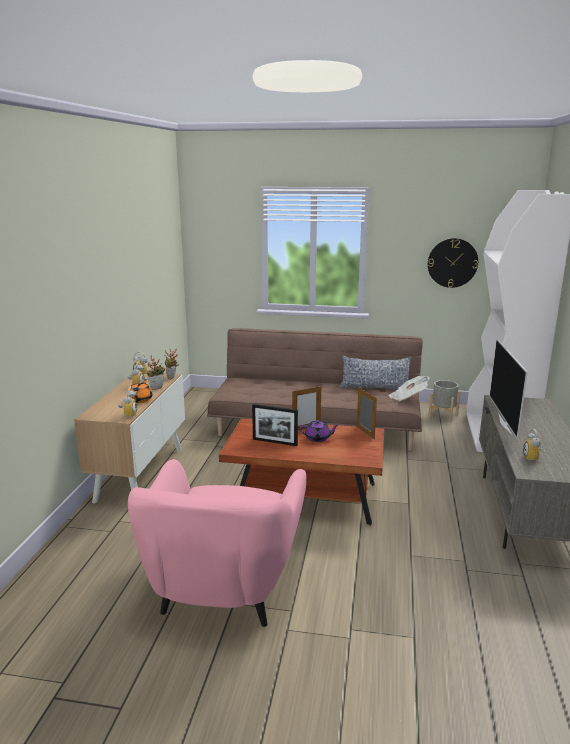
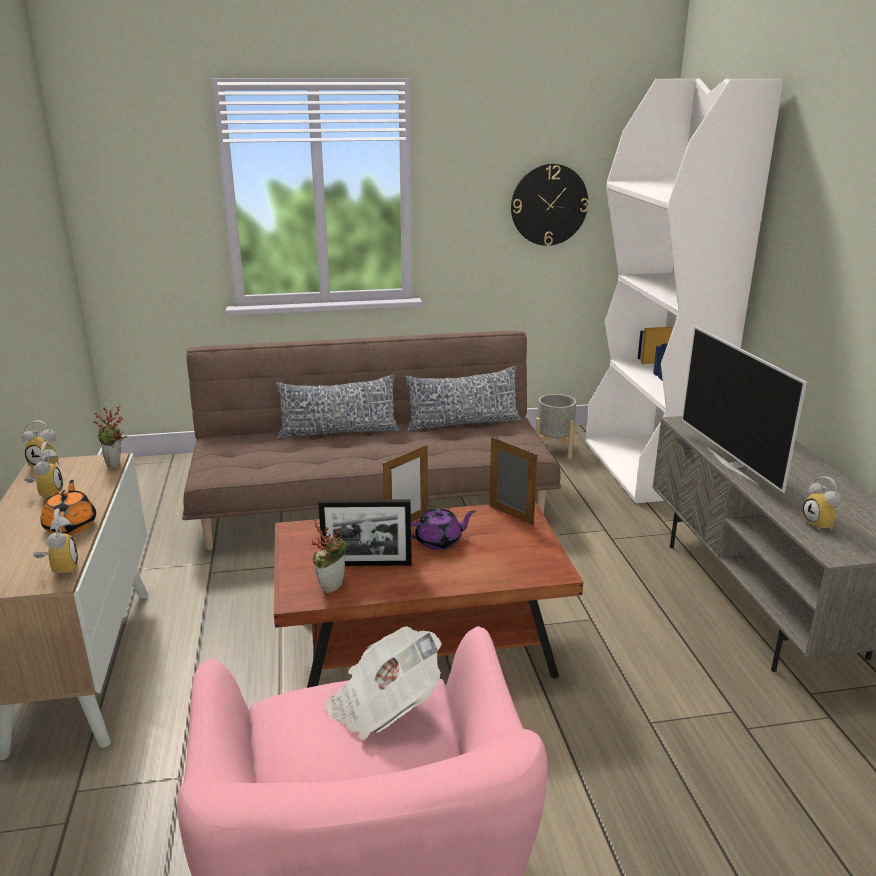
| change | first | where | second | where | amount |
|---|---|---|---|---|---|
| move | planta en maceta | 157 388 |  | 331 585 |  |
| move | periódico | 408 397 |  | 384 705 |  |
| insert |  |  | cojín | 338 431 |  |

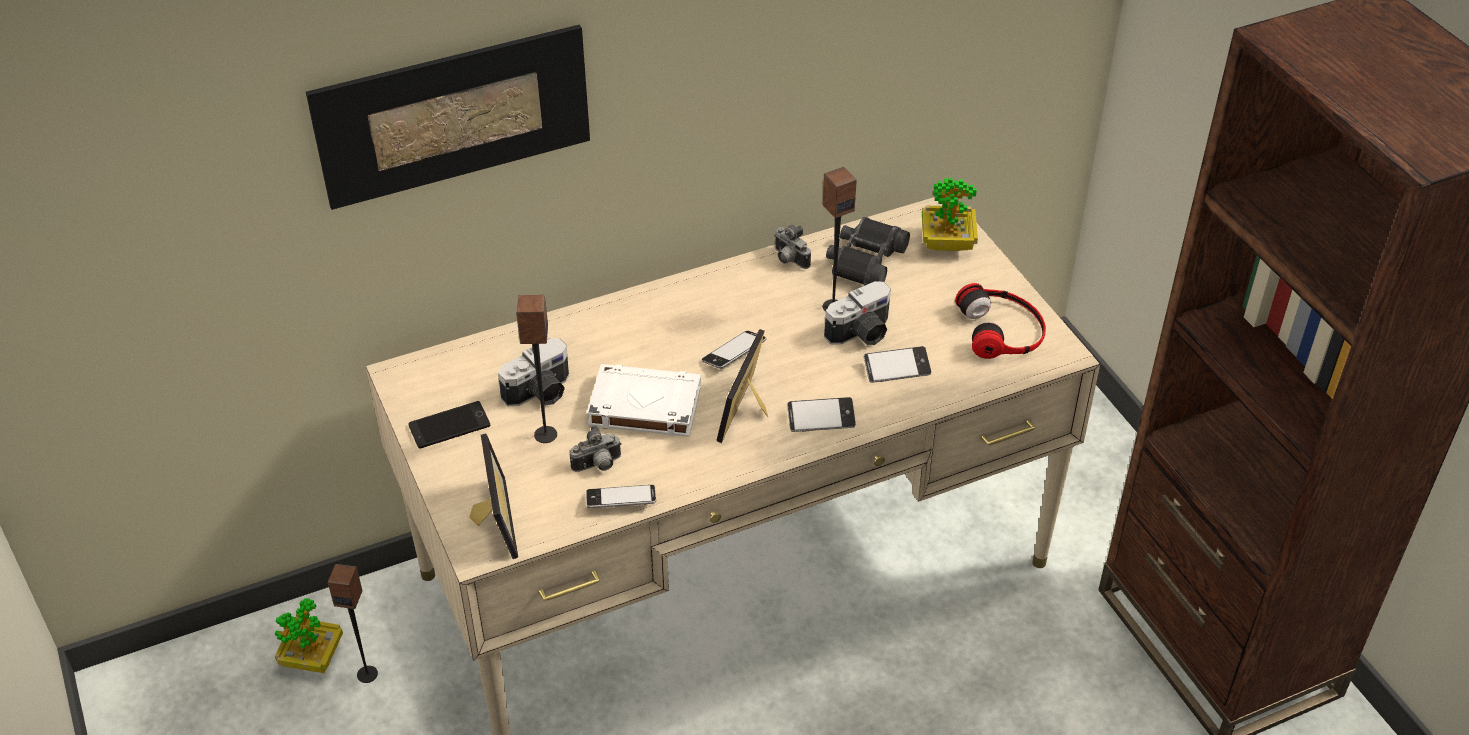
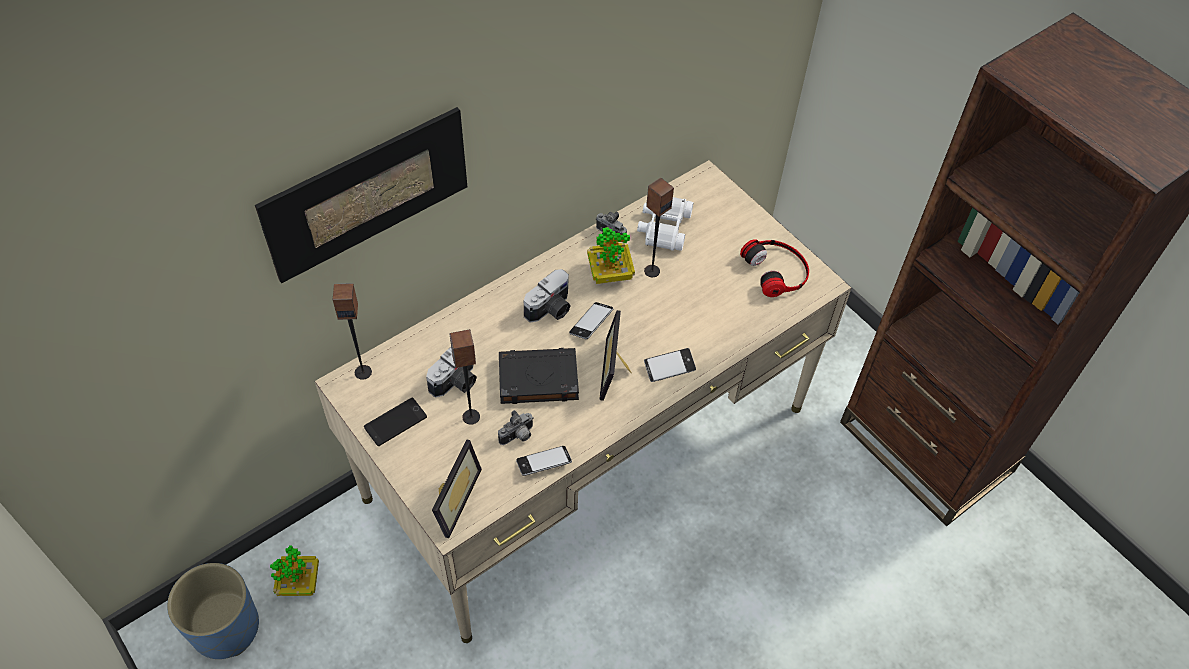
| change | first | where | second | where | amount |
|---|---|---|---|---|---|
| move | planta en maceta | 947 243 |  | 610 273 |  |
| recolor | prismáticos/negro | 864 260 | prismáticos/blanco | 664 227 |  |
| move | cámara | 862 334 |  | 551 309 |  |
| delete | móvil | 897 369 |  |  |  |
| recolor | libro/blanco | 643 406 | libro/negro | 537 379 |  |
| rotate | portarretratos | 490 520 |  | 451 498 | 45 degrees clockwise |
| move | altavoz | 367 674 |  | 363 372 |  |
| insert |  |  | maceta/azul | 225 628 |  |

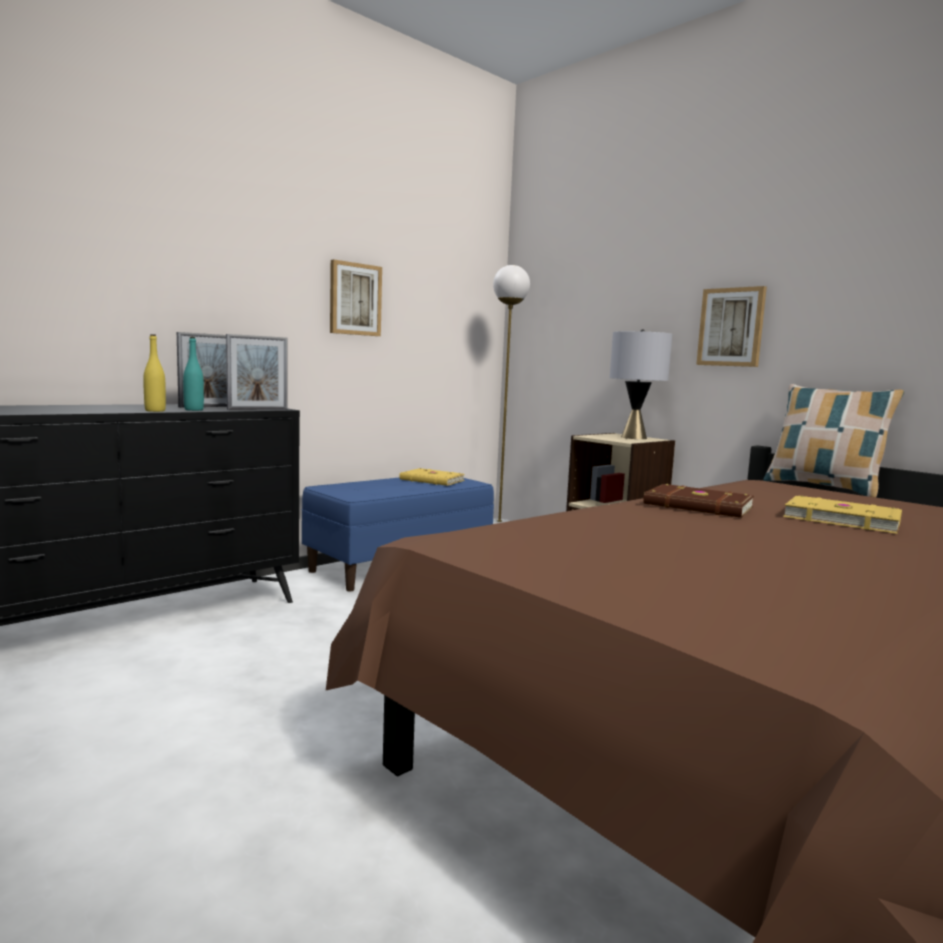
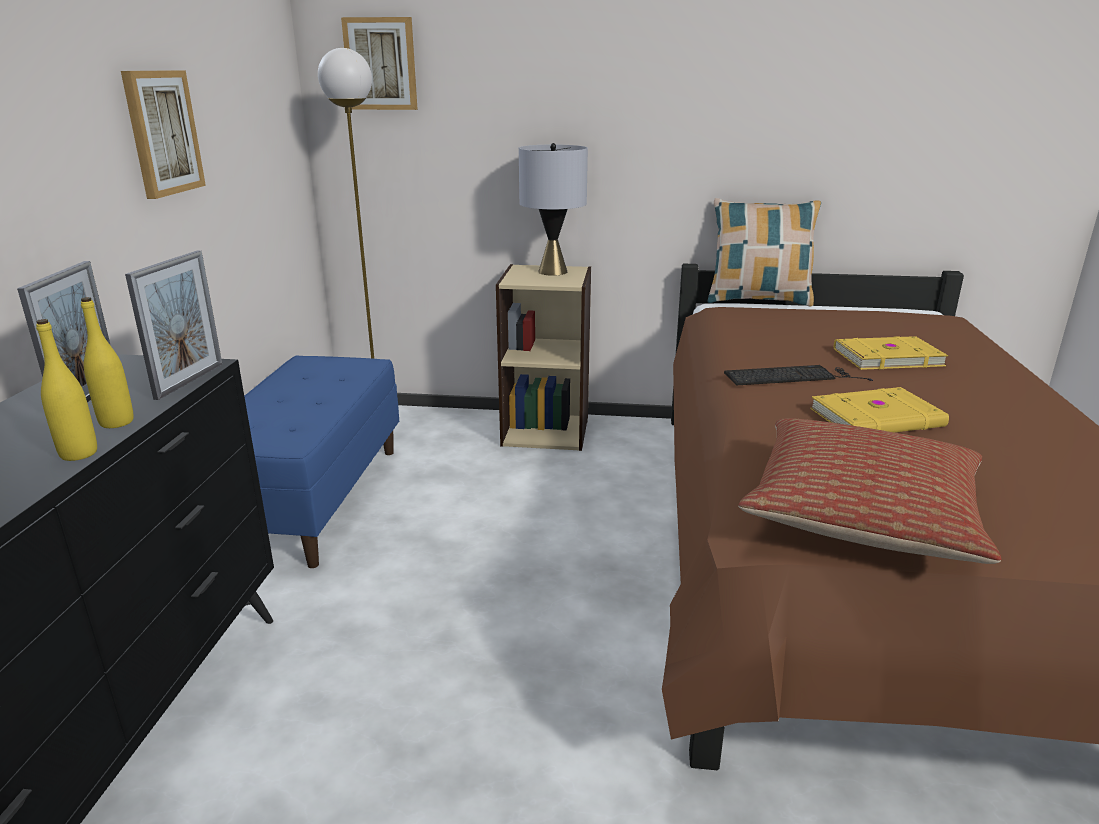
| change | first | where | second | where | amount |
|---|---|---|---|---|---|
| move | cuadro | 731 327 |  | 381 64 |  |
| recolor | botella/turquesa | 194 410 | botella/amarillo | 117 422 |  |
| move | libro/amarillo | 431 480 |  | 878 419 |  |
| replace | libro/marrón | 698 506 | teclado | 792 376 |  |
| insert |  |  | cojín | 862 513 |  |

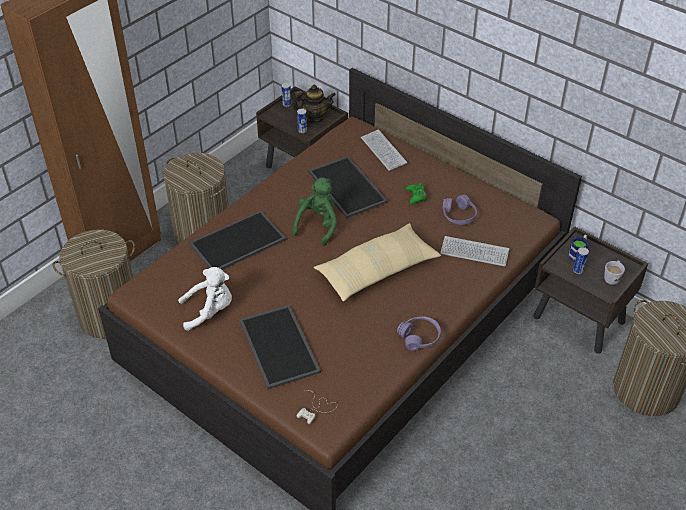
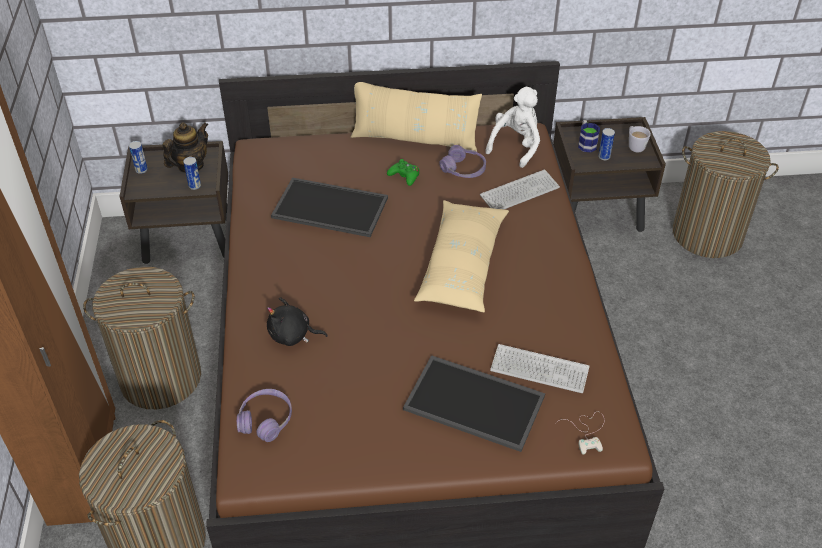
| change | first | where | second | where | amount |
|---|---|---|---|---|---|
| move | teclado | 383 151 |  | 539 370 |  |
| delete | peluche/verde | 318 225 |  |  |  |
| replace | bandeja | 238 243 | peluche/negro | 292 335 |  |
| move | peluche/blanco | 210 311 |  | 516 146 |  |
| move | auriculares/morado | 419 337 |  | 266 420 |  |
| insert |  |  | cojín/beis | 414 139 |  |

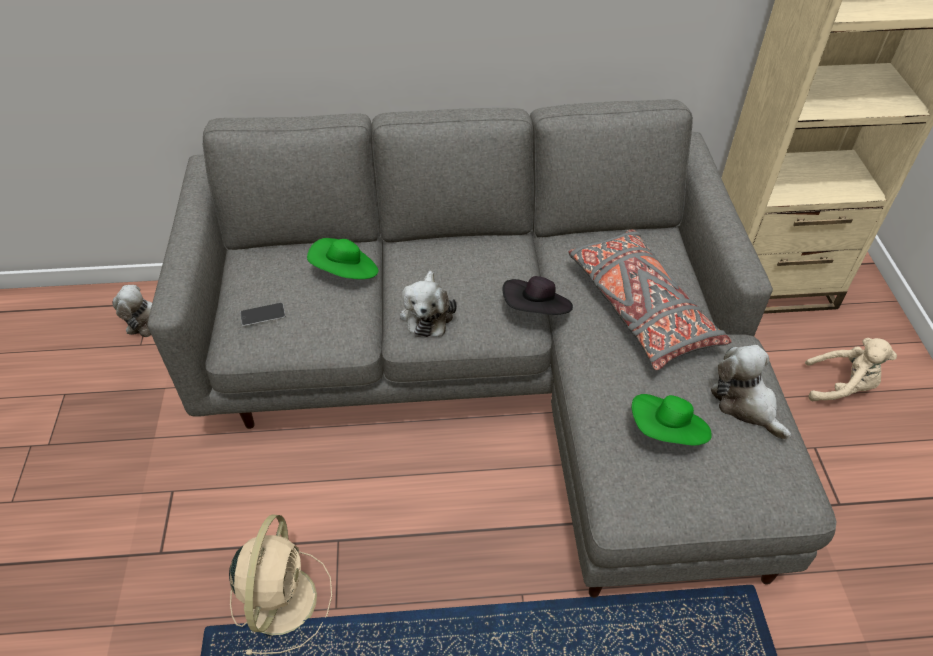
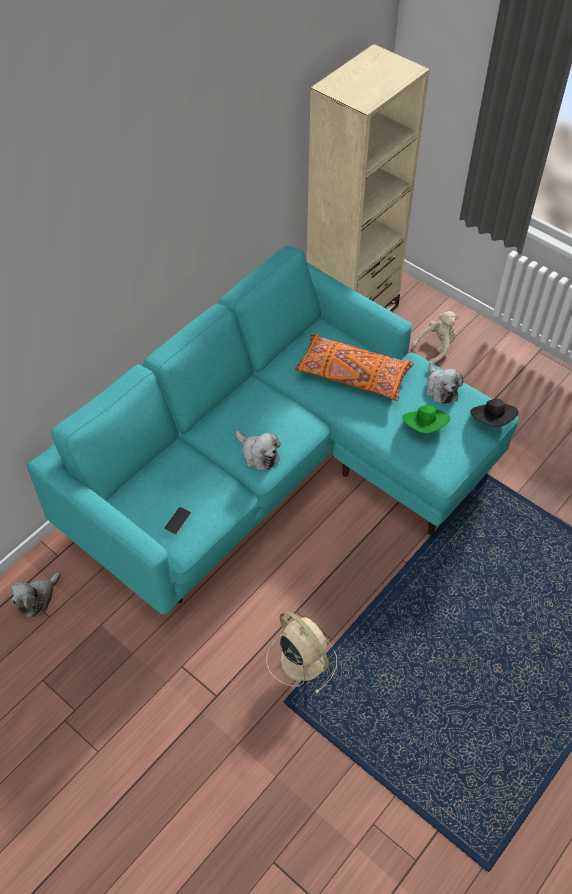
| change | first | where | second | where | amount |
|---|---|---|---|---|---|
| recolor | sofá/gris | 497 377 | sofá/turquesa | 277 468 |  |
| recolor | cojín/gris | 640 308 | cojín/naranja | 352 375 |  |
| delete | sombrero/verde | 346 273 |  |  |  |
| move | sombrero/negro | 536 311 |  | 492 420 |  |
| rotate | peluche | 746 404 |  | 440 388 | 120 degrees counterclockwise |

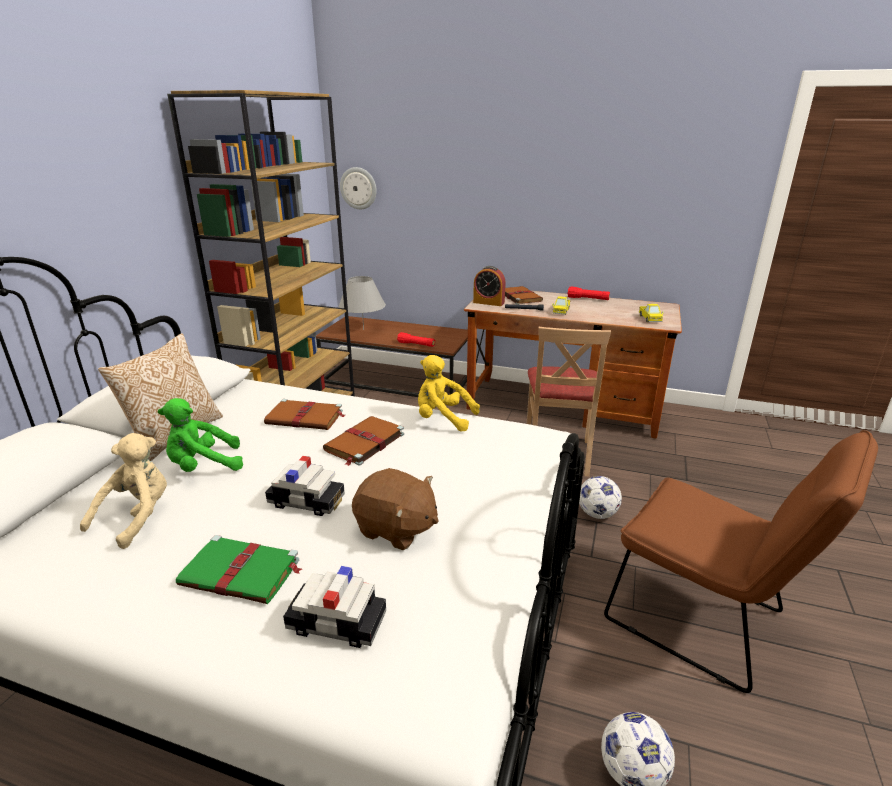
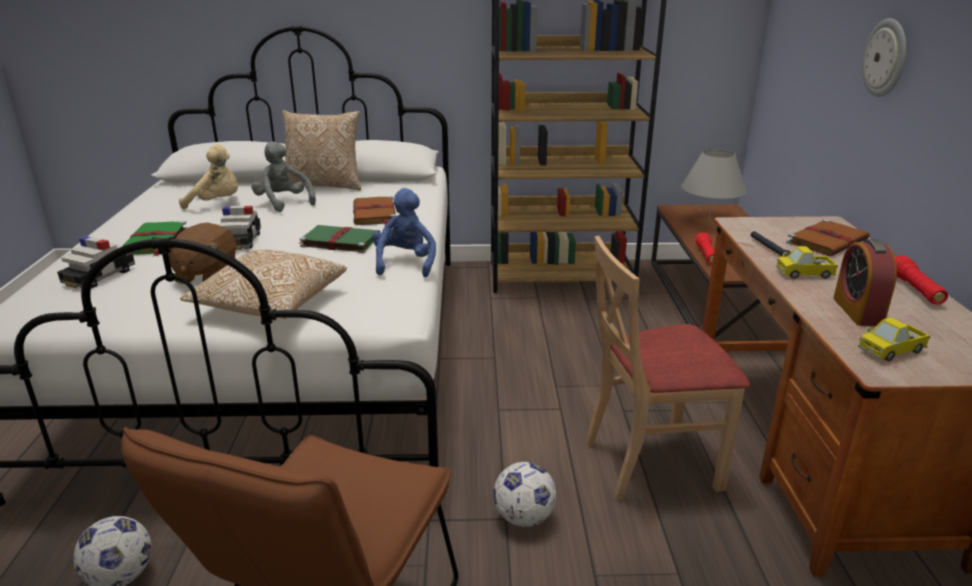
| change | first | where | second | where | amount |
|---|---|---|---|---|---|
| move | reloj de pared | 358 188 |  | 886 58 |  |
| move | despertador | 488 302 |  | 857 311 |  |
| recolor | peluche/amarillo | 442 419 | peluche/azul | 405 263 |  |
| recolor | peluche/verde | 203 466 | peluche/gris | 283 203 |  |
| recolor | libro/marrón | 364 443 | libro/verde | 339 241 |  |
| rotate | coche de juguete | 336 623 |  | 99 276 | 150 degrees counterclockwise |
| insert |  |  | cojín | 270 304 |  |

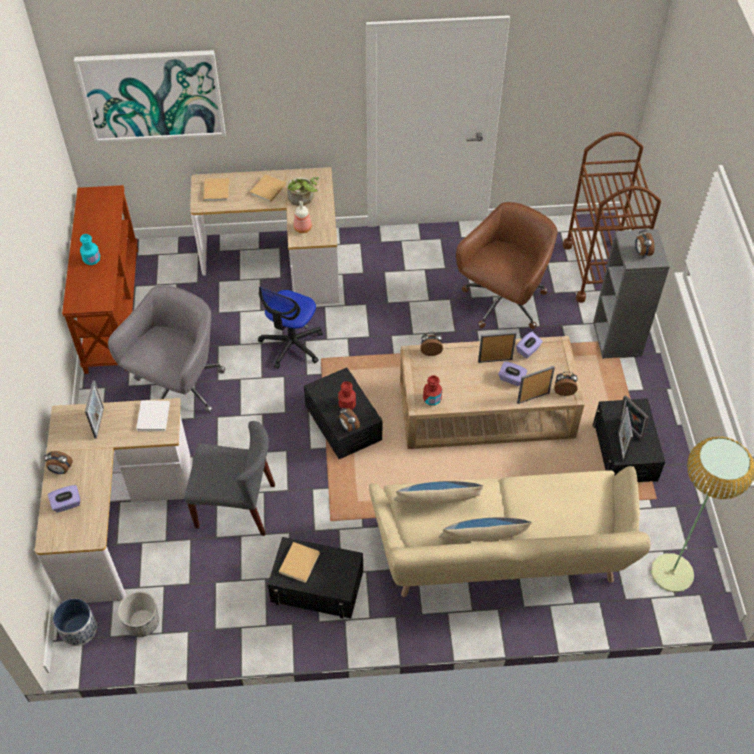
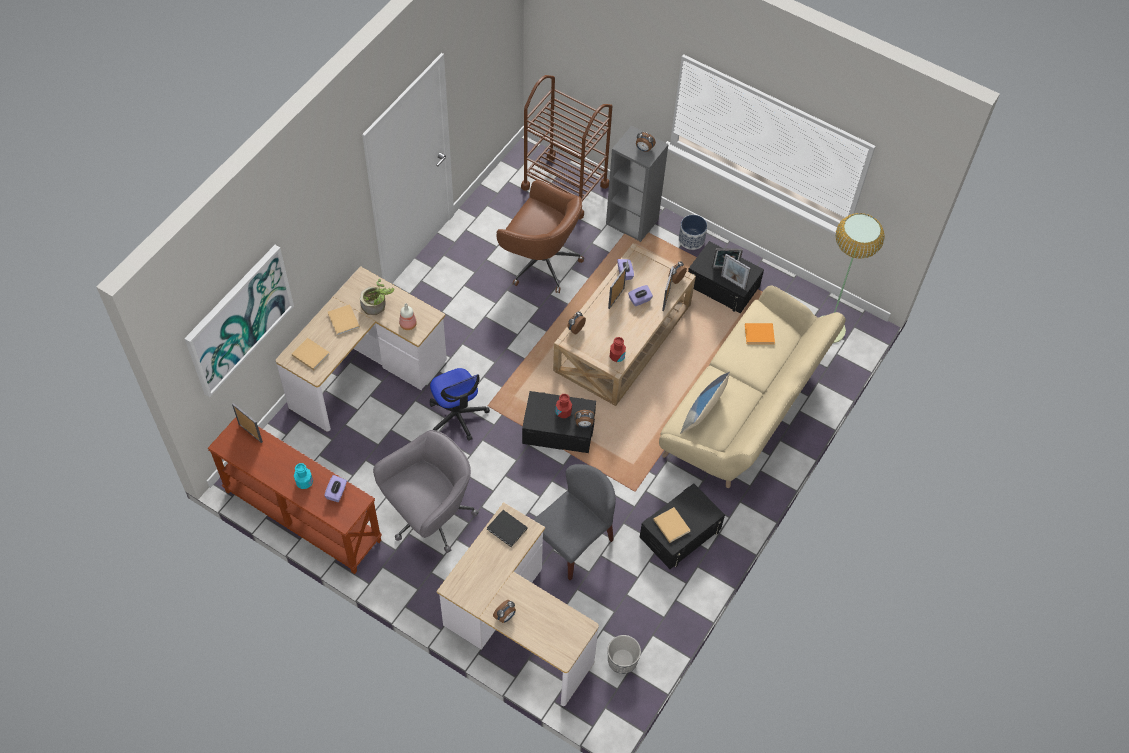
| change | first | where | second | where | amount |
|---|---|---|---|---|---|
| rotate | silla de oficina/marrón | 502 303 |  | 540 262 | 135 degrees clockwise |
| rotate | silla de oficina/gris | 178 388 |  | 430 516 | 75 degrees clockwise |
| move | portarretratos | 99 422 |  | 250 433 |  |
| recolor | libro/blanco | 153 418 | libro/negro | 508 529 |  |
| move | caja de pañuelos/morado | 67 504 |  | 337 493 |  |
| delete | cojín | 483 540 |  |  |  |
| move | maceta | 79 629 |  | 691 239 |  |
| insert |  |  | libro/naranja | 760 334 |  |

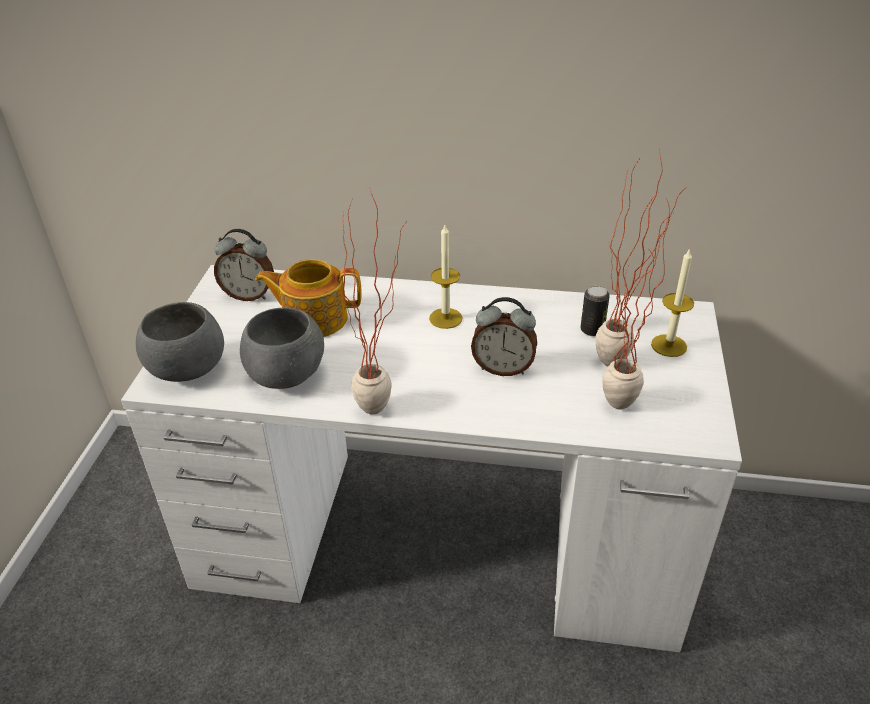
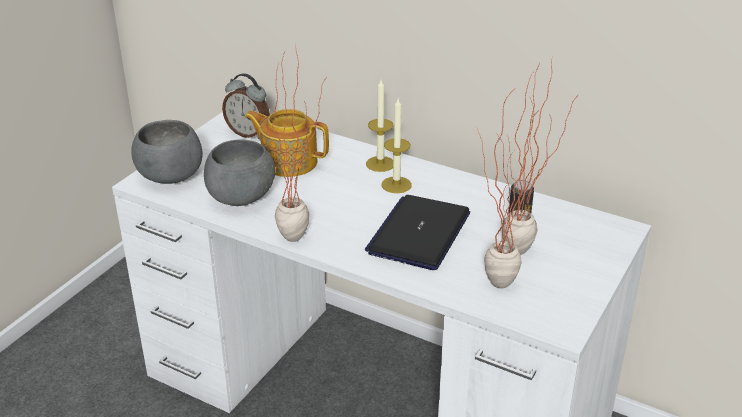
| change | first | where | second | where | amount |
|---|---|---|---|---|---|
| move | vela | 669 345 |  | 380 164 |  |
| replace | despertador | 503 368 | portátil | 419 233 |  |

